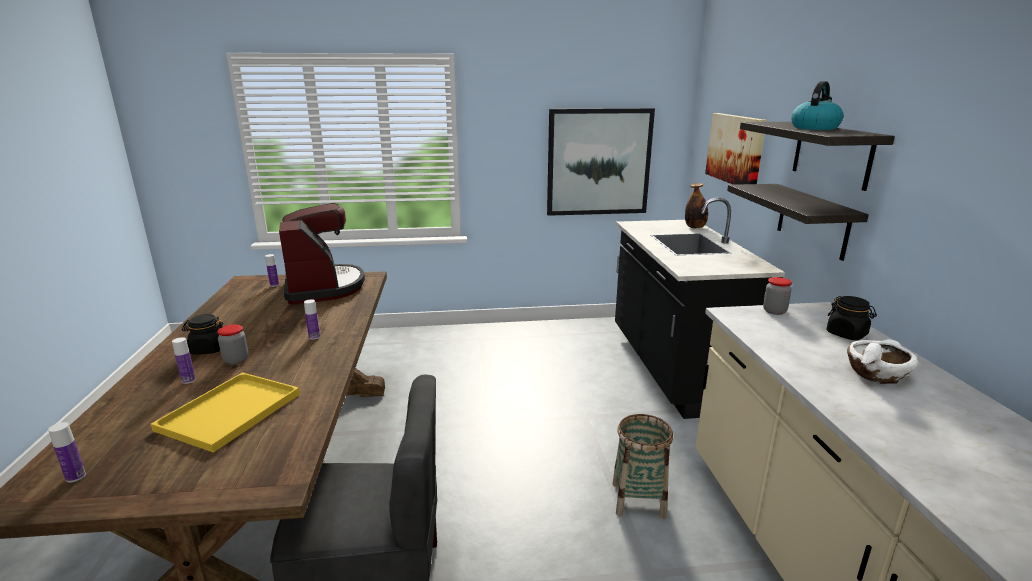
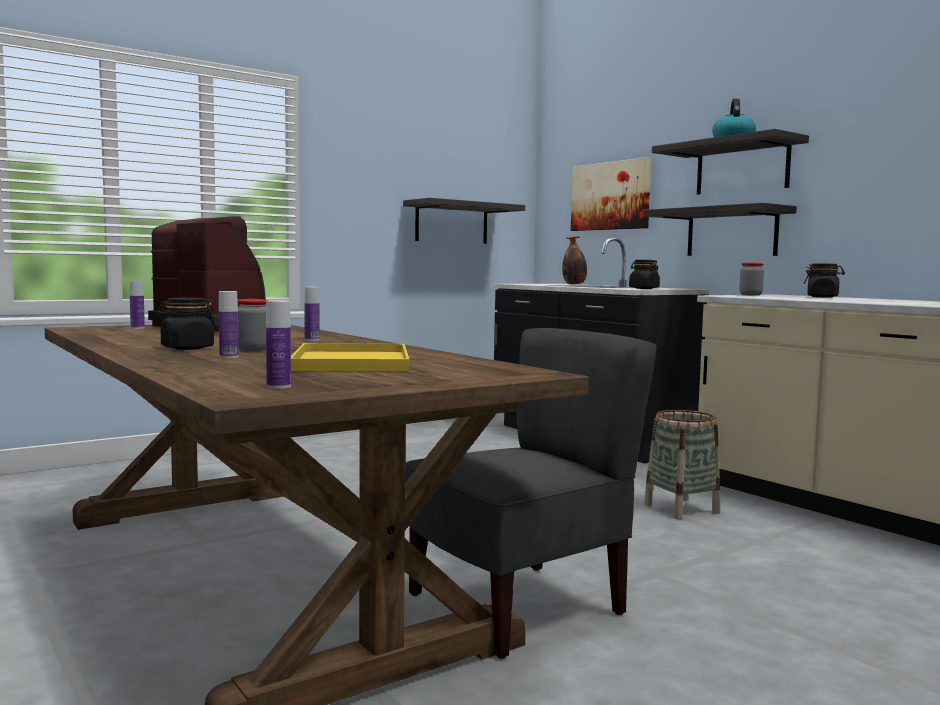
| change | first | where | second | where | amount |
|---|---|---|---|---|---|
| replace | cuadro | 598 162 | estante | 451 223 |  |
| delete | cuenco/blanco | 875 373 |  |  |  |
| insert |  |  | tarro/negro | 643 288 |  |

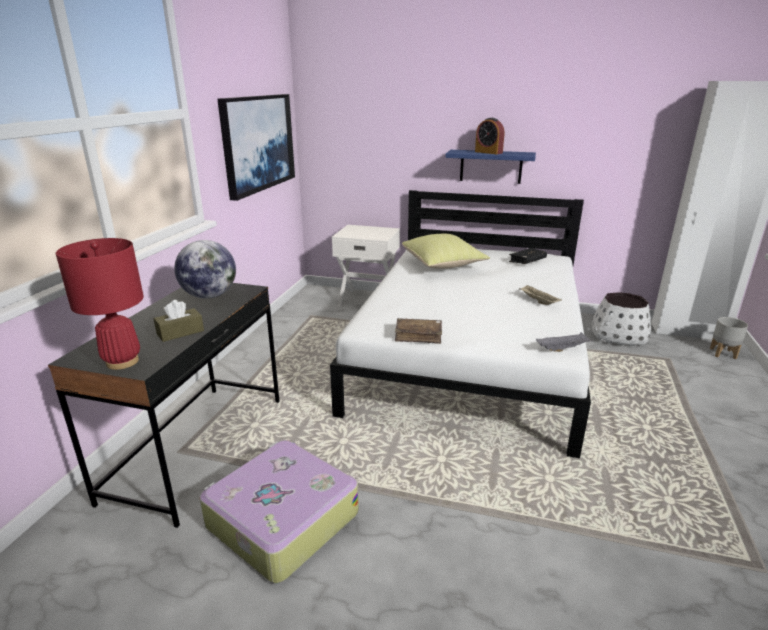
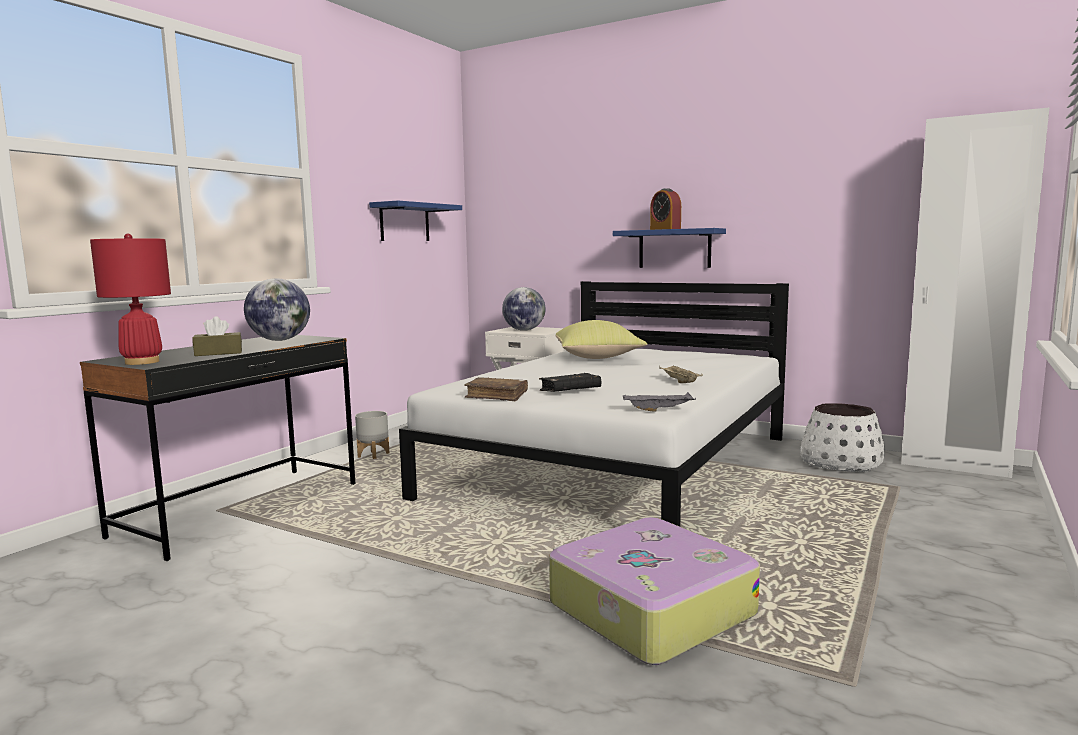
| change | first | where | second | where | amount |
|---|---|---|---|---|---|
| replace | cuadro | 258 143 | estante/azul | 404 222 |  |
| move | libro/negro | 527 261 |  | 570 391 |  |
| move | maceta/gris | 722 353 |  | 374 455 |  |
| move | maleta | 281 519 |  | 648 609 |  |
| insert |  |  | globo terráqueo | 524 330 |  |

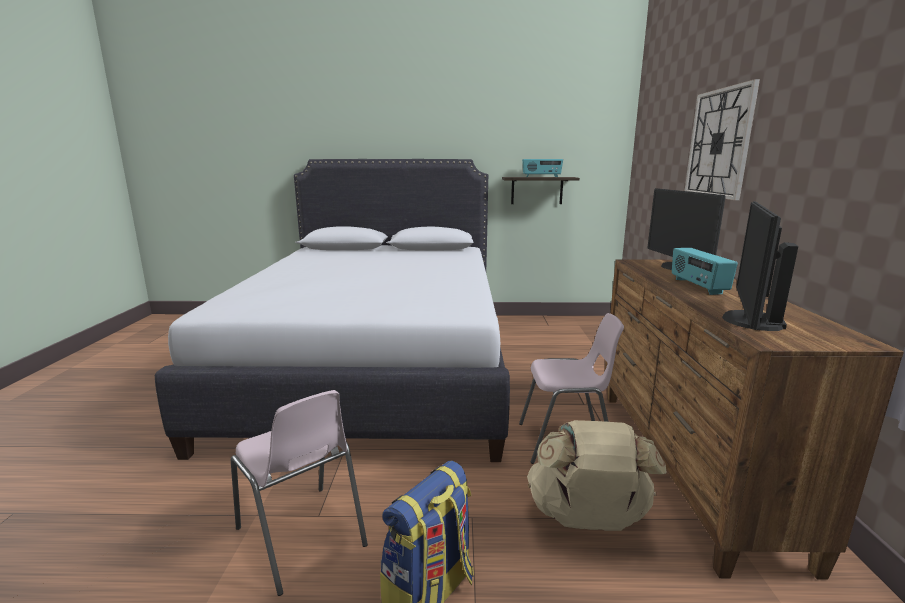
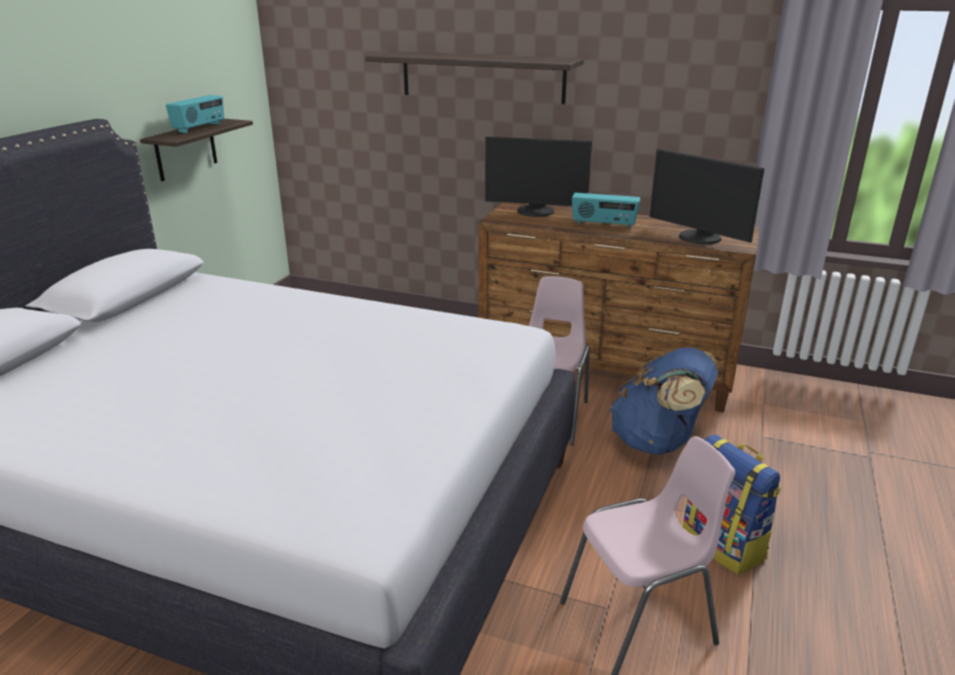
| change | first | where | second | where | amount |
|---|---|---|---|---|---|
| replace | reloj de pared | 719 143 | estante | 482 77 |  |
| recolor | mochila/beis | 587 520 | mochila/azul | 658 442 |  |

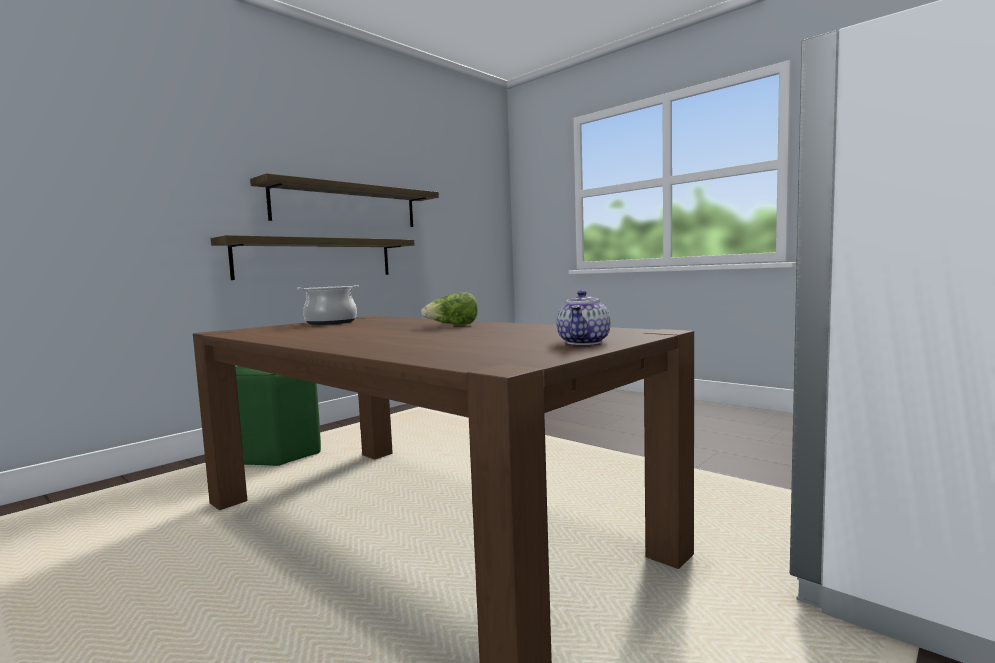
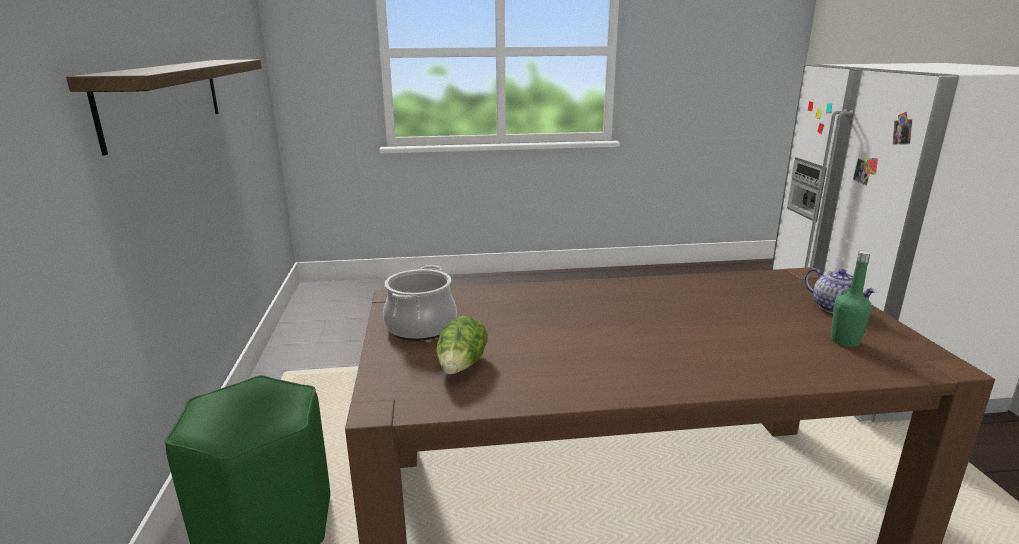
| change | first | where | second | where | amount |
|---|---|---|---|---|---|
| delete | estante | 316 258 |  |  |  |
| move | lechuga | 452 325 |  | 461 366 |  |
| insert |  |  | botella/verde | 845 341 |  |

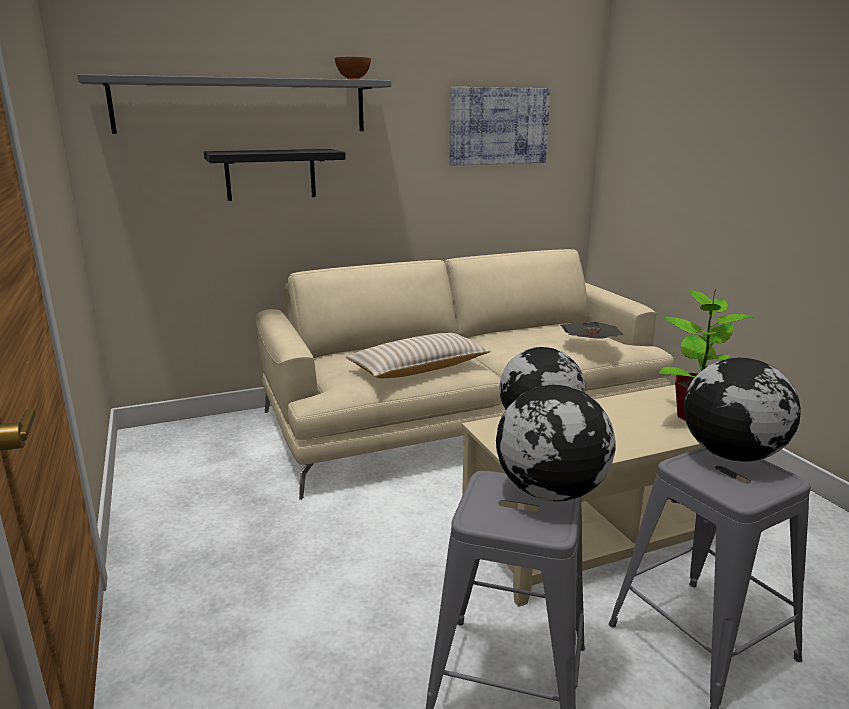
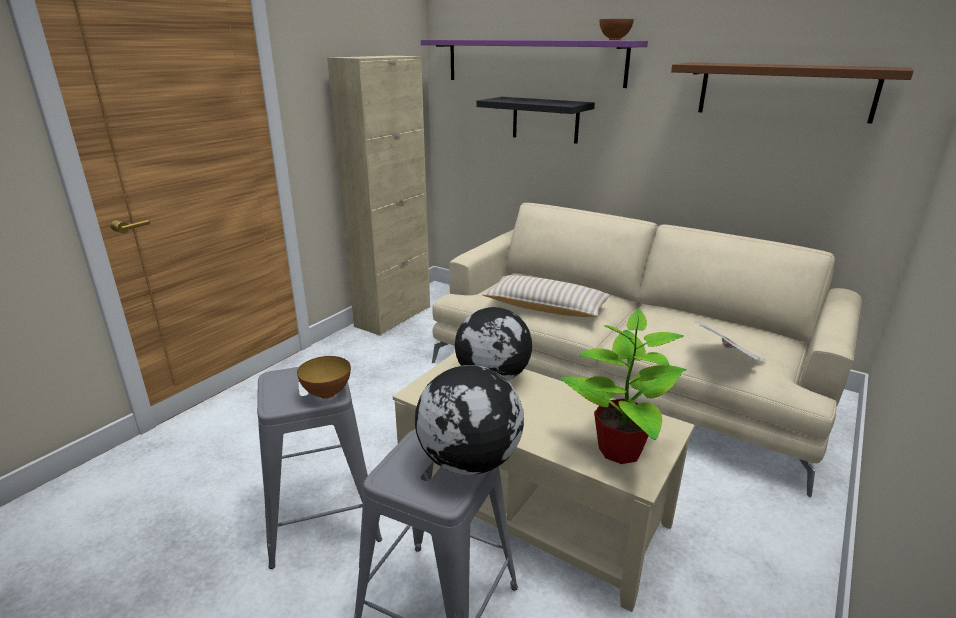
| change | first | where | second | where | amount |
|---|---|---|---|---|---|
| recolor | estante/gris | 243 106 | estante/morado | 532 62 |  |
| replace | cuadro | 498 126 | estante/marrón | 784 91 |  |
| replace | globo terráqueo | 552 492 | cuenco | 327 393 |  |
| insert |  |  | armario/beis | 393 316 |  |

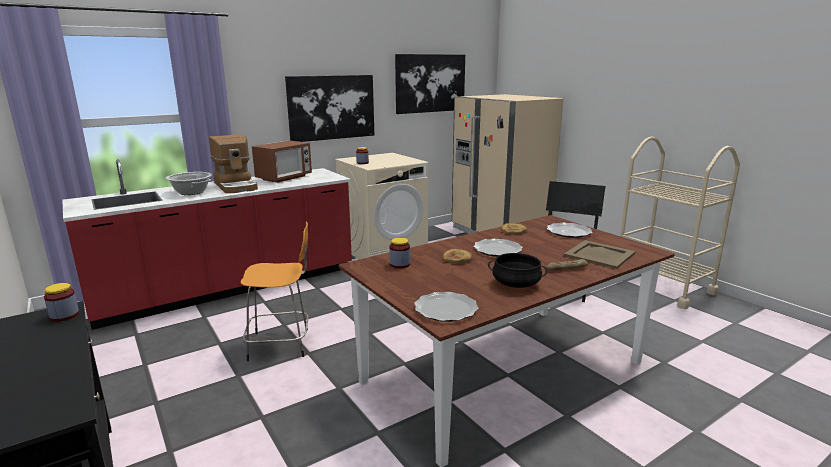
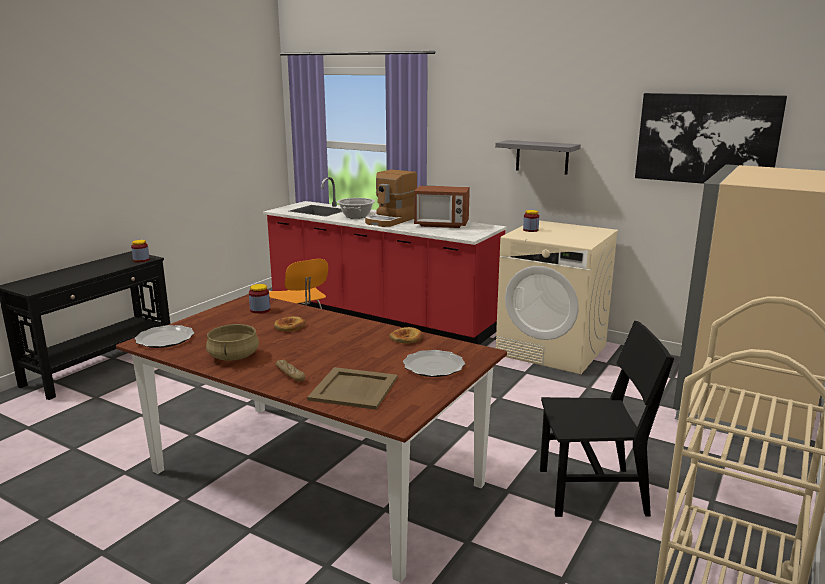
| change | first | where | second | where | amount |
|---|---|---|---|---|---|
| replace | cuadro | 331 107 | estante/gris | 542 157 |  |
| delete | plato | 498 250 |  |  |  |
| recolor | olla/negro | 516 284 | olla/beis | 233 356 |  |

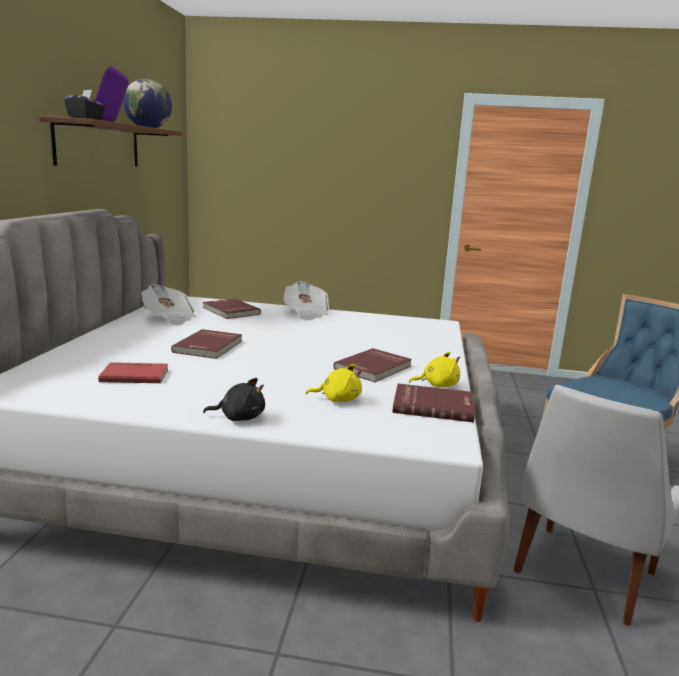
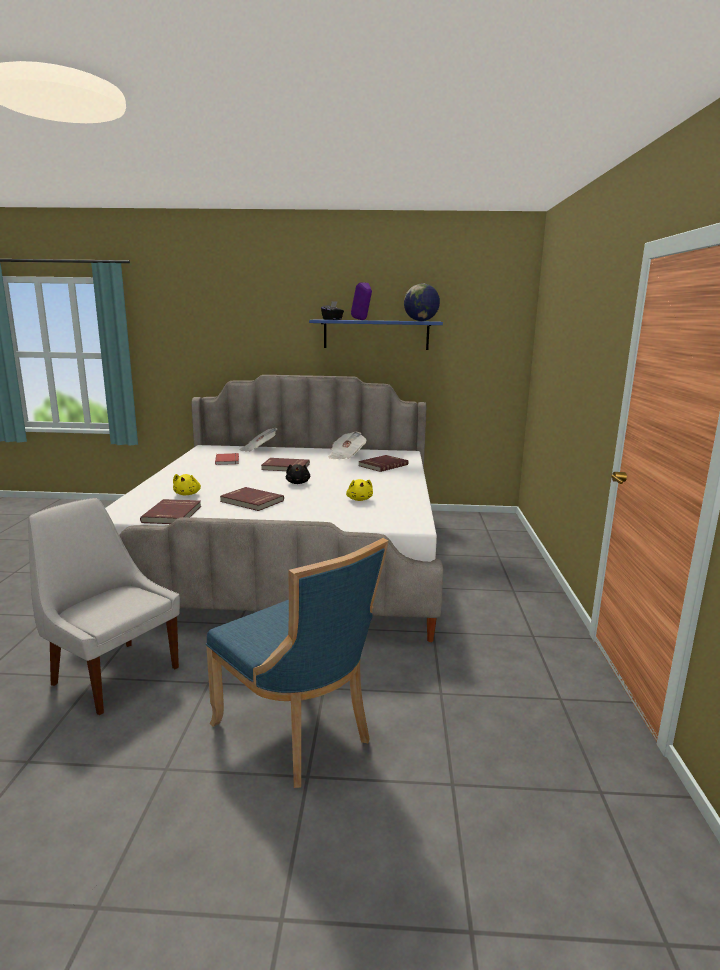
| change | first | where | second | where | amount |
|---|---|---|---|---|---|
| recolor | estante/marrón | 98 145 | estante/azul | 376 334 |  |
| move | periódico | 306 314 |  | 258 450 |  |
| move | peluche/amarillo | 437 385 |  | 359 499 |  |
| move | peluche/negro | 239 417 |  | 298 483 |  |

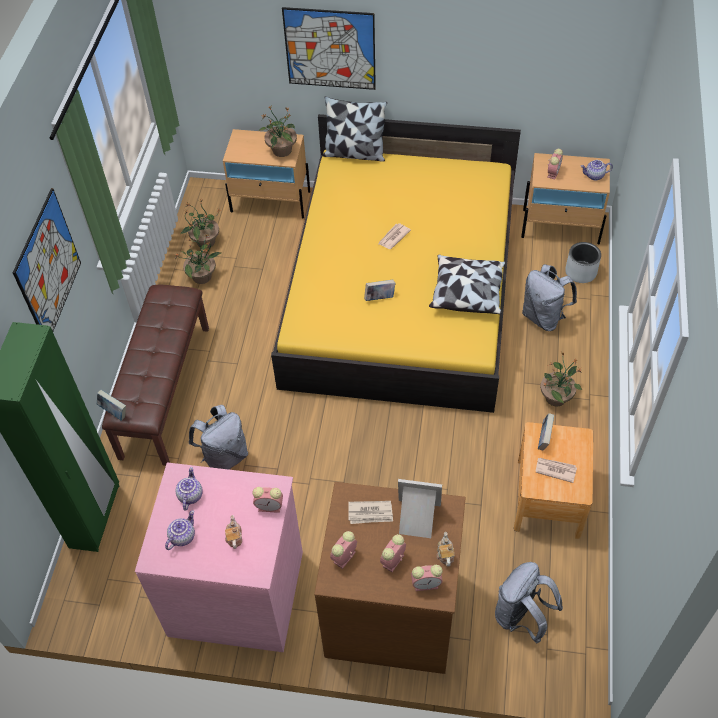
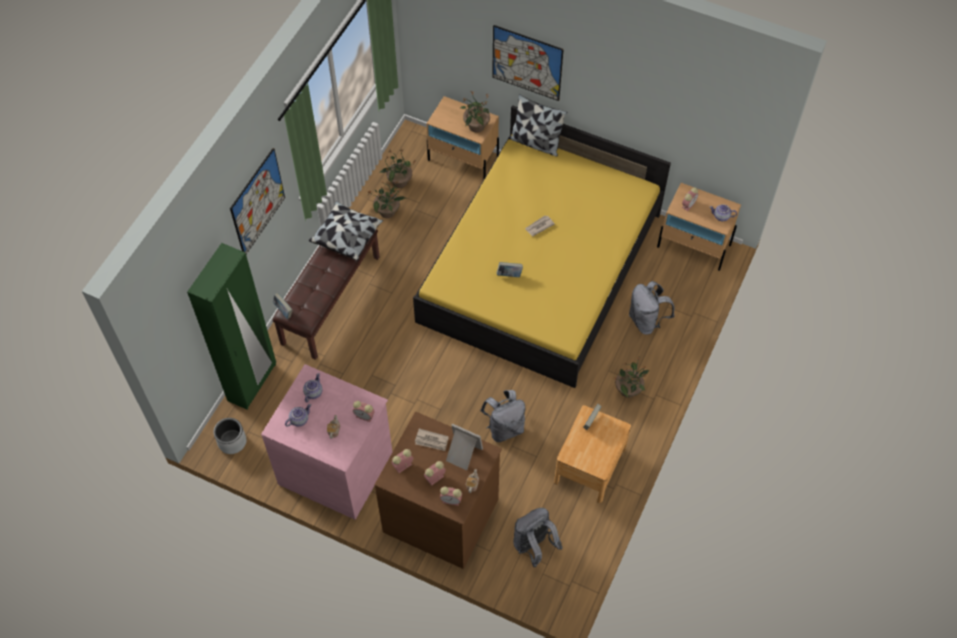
| change | first | where | second | where | amount |
|---|---|---|---|---|---|
| move | maceta/gris | 581 272 |  | 232 441 |  |
| move | cojín | 467 292 |  | 347 236 |  |
| move | mochila/gris | 224 457 |  | 504 428 |  |
| delete | periódico | 555 470 |  |  |  |

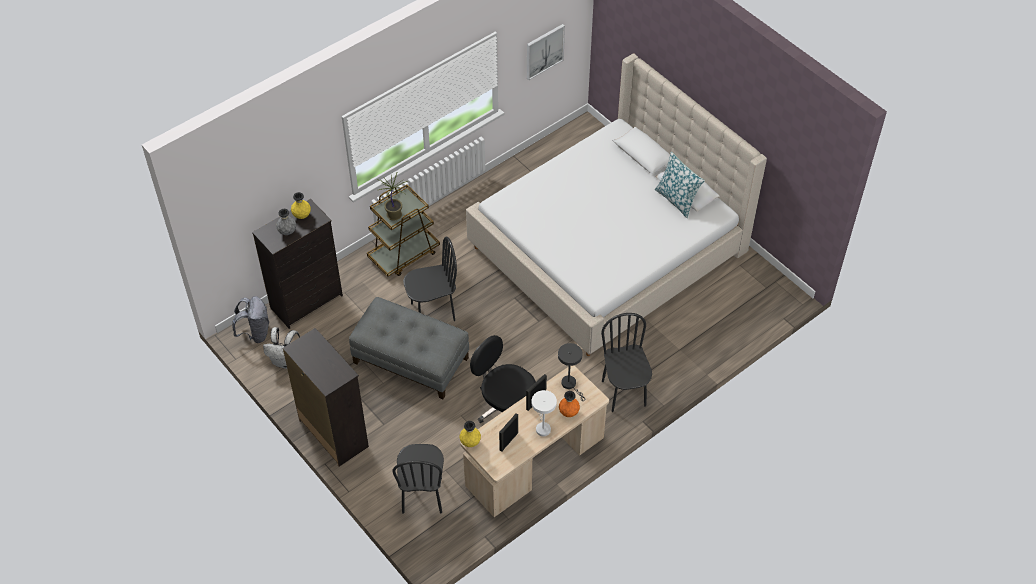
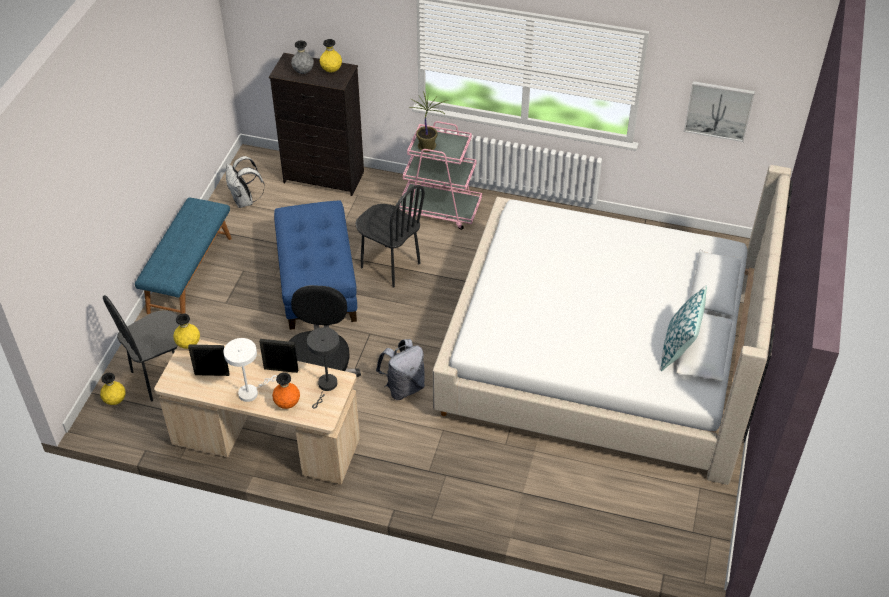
| change | first | where | second | where | amount |
|---|---|---|---|---|---|
| recolor | carrito/marrón | 404 254 | carrito/rosa | 440 209 |  |
| move | mochila/gris | 255 333 |  | 403 387 |  |
| recolor | puf/gris | 410 360 | puf/azul | 316 281 |  |
| delete | silla/negro | 624 393 |  |  |  |
| replace | cómoda/negro | 334 432 | banco/azul | 189 274 |  |
| insert |  |  | florero/amarillo | 115 400 |  |

